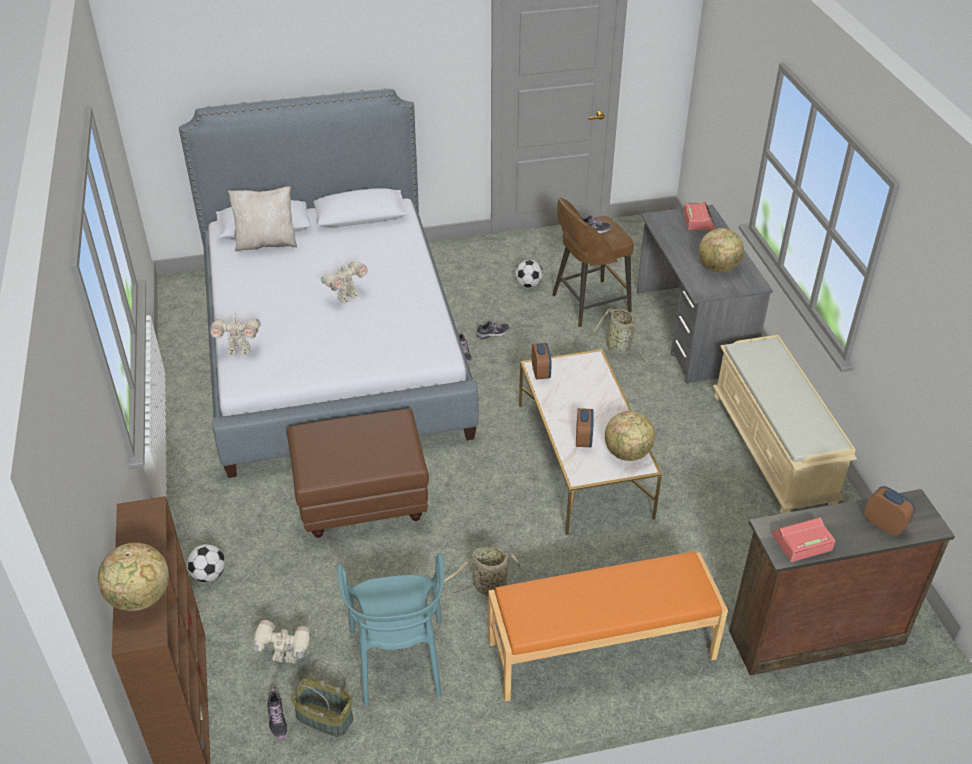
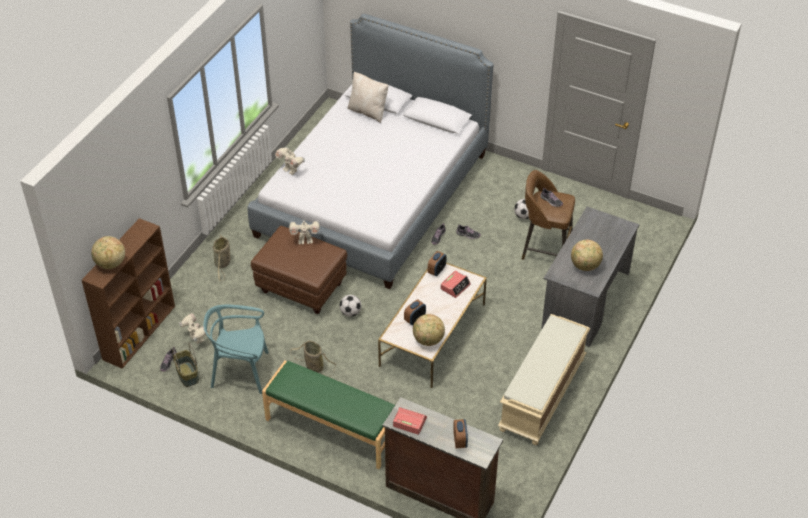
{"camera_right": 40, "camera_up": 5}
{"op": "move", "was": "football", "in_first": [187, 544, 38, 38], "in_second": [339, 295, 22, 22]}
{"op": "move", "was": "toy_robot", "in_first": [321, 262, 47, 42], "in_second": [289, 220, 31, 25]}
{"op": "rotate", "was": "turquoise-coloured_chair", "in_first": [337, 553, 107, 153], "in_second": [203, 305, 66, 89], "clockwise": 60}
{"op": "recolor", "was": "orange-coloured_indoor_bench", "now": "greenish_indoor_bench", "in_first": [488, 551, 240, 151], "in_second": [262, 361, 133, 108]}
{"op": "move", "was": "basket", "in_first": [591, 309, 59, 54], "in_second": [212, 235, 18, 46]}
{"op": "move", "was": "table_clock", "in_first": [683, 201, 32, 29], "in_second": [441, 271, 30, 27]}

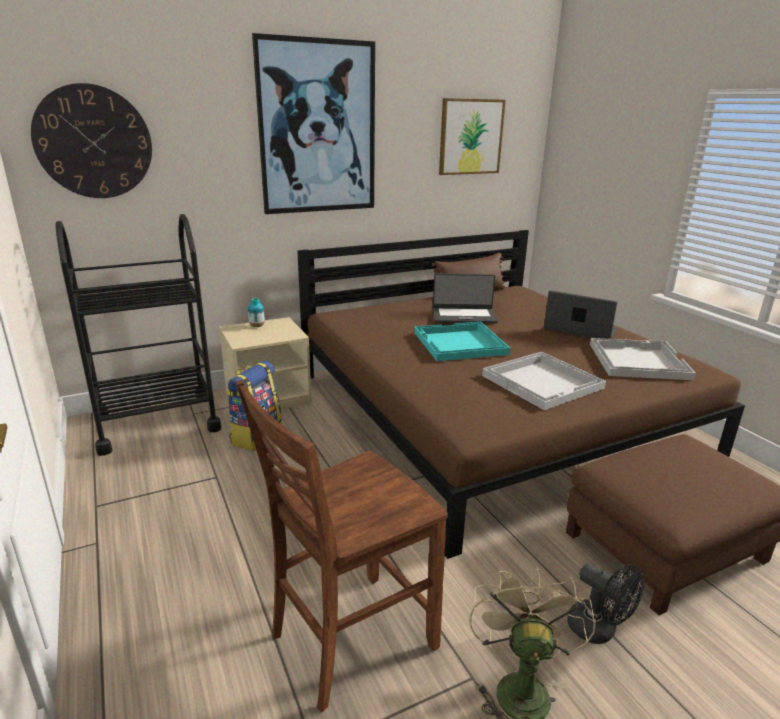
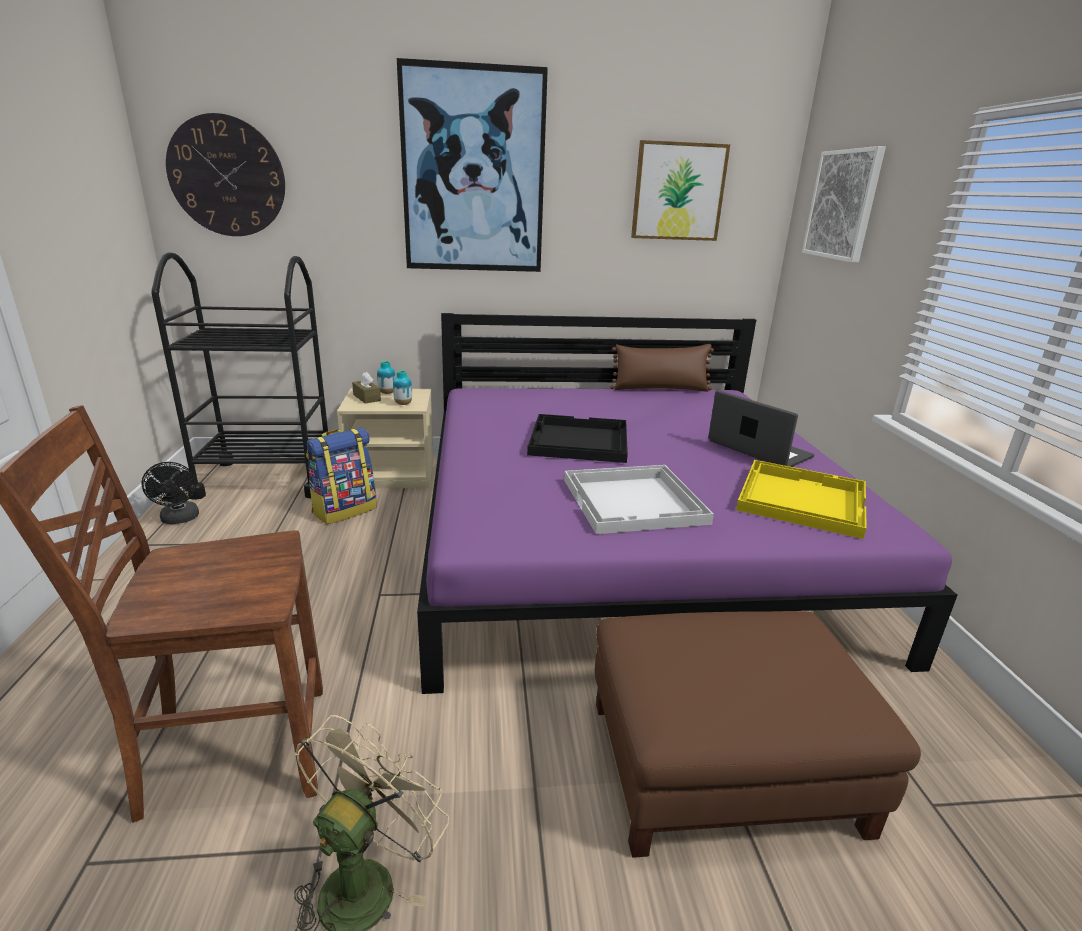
{"camera_right": 20, "camera_up": 0}
{"op": "recolor", "was": "brownish_sleeping_bed", "now": "purplish_sleeping_bed", "in_first": [297, 230, 448, 329], "in_second": [417, 313, 540, 381]}
{"op": "recolor", "was": "turquoise-coloured_tray", "now": "blackish_tray", "in_first": [414, 322, 96, 39], "in_second": [527, 414, 101, 49]}
{"op": "delete", "was": "laptop", "in_first": [433, 274, 65, 49]}
{"op": "move", "was": "blackish_fan", "in_first": [567, 563, 77, 81], "in_second": [141, 462, 58, 62]}
{"op": "recolor", "was": "white-coloured_tray", "now": "yellowish_tray", "in_first": [590, 338, 106, 42], "in_second": [736, 460, 131, 79]}
{"op": "insert", "now": "brownish_tissue_holder", "in_second": [352, 372, 29, 31]}
{"op": "insert", "now": "decorative_vase", "in_second": [393, 371, 19, 34]}
{"op": "insert", "now": "wall_art", "in_second": [802, 146, 84, 117]}

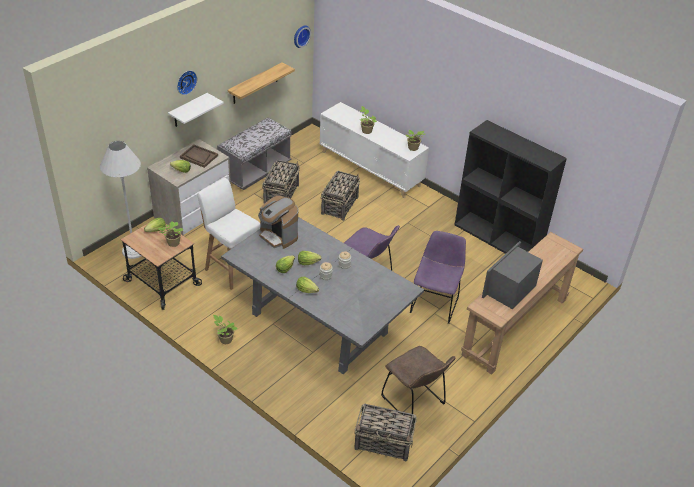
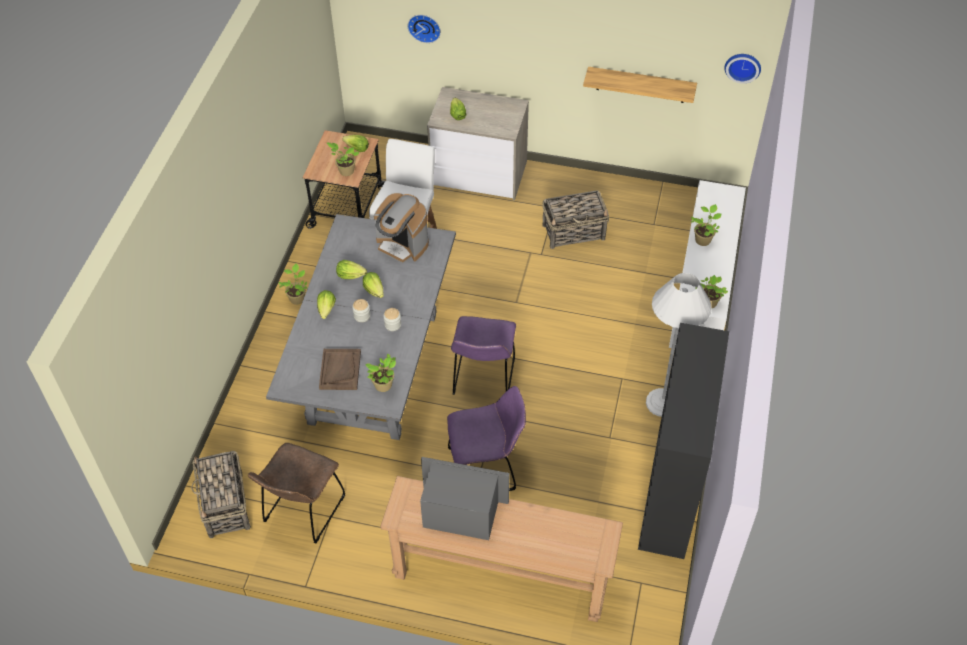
{"camera_right": 65, "camera_up": 10}
{"op": "move", "was": "white-coloured_floor_lamp", "in_first": [100, 141, 41, 118], "in_second": [646, 273, 66, 144]}
{"op": "delete", "was": "white-coloured_bracket_shelf", "in_first": [168, 93, 56, 34]}
{"op": "move", "was": "clock_on_the_wall", "in_first": [177, 70, 20, 25], "in_second": [408, 15, 33, 28]}
{"op": "move", "was": "brownish_tray", "in_first": [180, 144, 38, 24], "in_second": [319, 349, 42, 41]}
{"op": "delete", "was": "grey_indoor_bench", "in_first": [217, 118, 75, 72]}
{"op": "rotate", "was": "coffee_machine", "in_first": [258, 196, 40, 53], "in_second": [374, 193, 55, 70], "clockwise": -75}
{"op": "delete", "was": "basket", "in_first": [321, 171, 39, 50]}
{"op": "insert", "now": "houseplant", "in_second": [365, 354, 31, 38]}

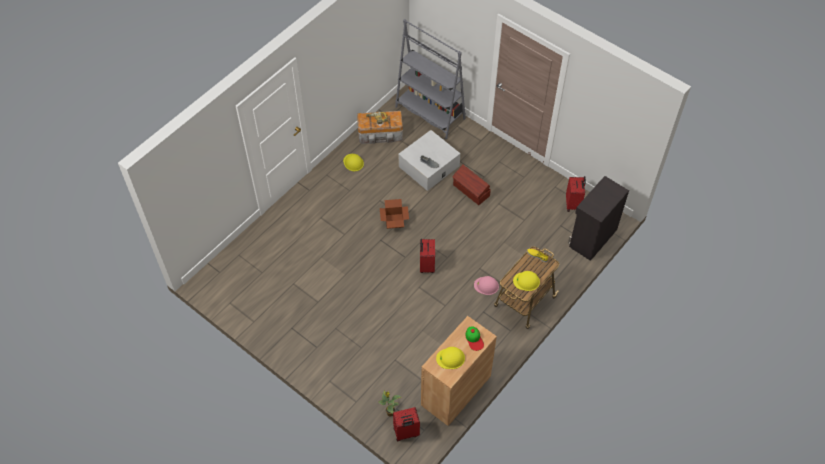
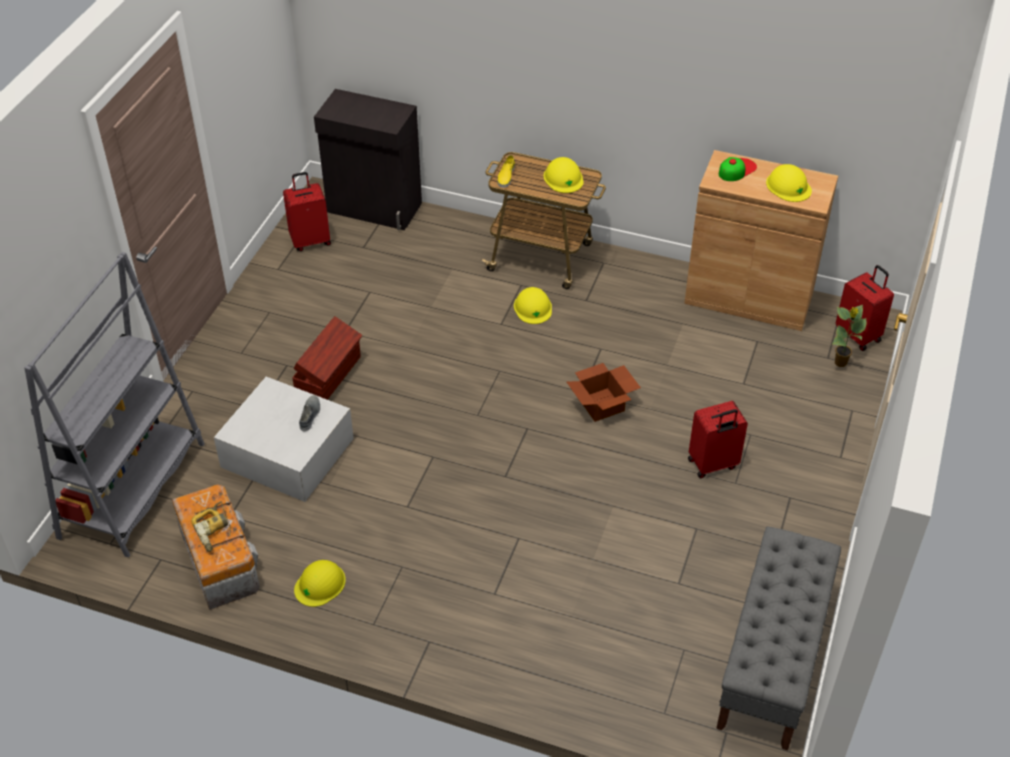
{"camera_right": -110, "camera_up": -10}
{"op": "move", "was": "cardboard_box", "in_first": [380, 199, 29, 30], "in_second": [567, 363, 74, 59]}
{"op": "move", "was": "red-coloured_travel_case", "in_first": [420, 239, 15, 34], "in_second": [688, 401, 60, 77]}
{"op": "recolor", "was": "pink_hard_hat", "now": "yellowish_hard_hat", "in_first": [474, 276, 25, 19], "in_second": [514, 287, 38, 37]}
{"op": "insert", "now": "grey_indoor_bench", "in_second": [716, 527, 125, 224]}

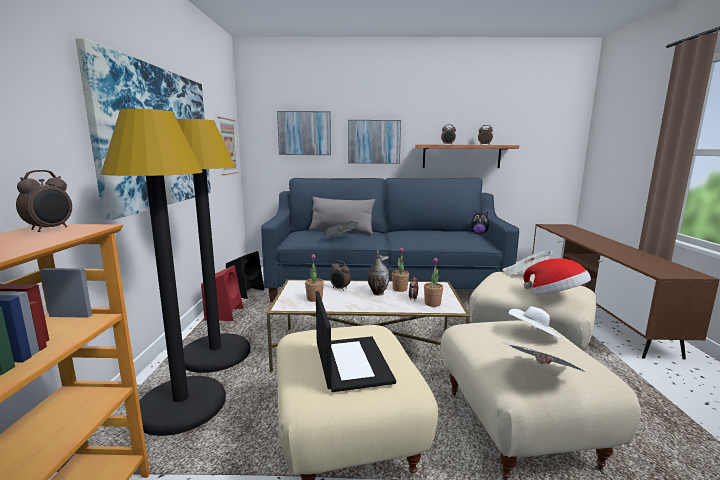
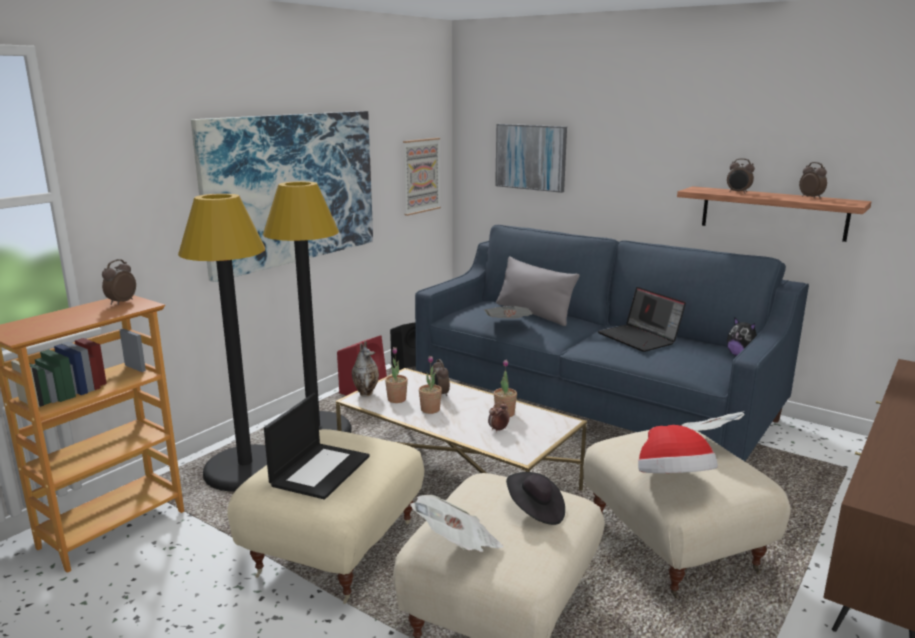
{"camera_right": 35, "camera_up": 5}
{"op": "rotate", "was": "table_clock", "in_first": [16, 170, 56, 62], "in_second": [102, 259, 34, 46], "clockwise": 150}
{"op": "delete", "was": "wall_art", "in_first": [348, 120, 53, 44]}
{"op": "move", "was": "decorative_vase", "in_first": [368, 250, 21, 46], "in_second": [352, 341, 27, 56]}
{"op": "move", "was": "houseplant", "in_first": [424, 258, 19, 49], "in_second": [419, 356, 23, 58]}
{"op": "recolor", "was": "white-coloured_clothing_hat", "now": "blackish_clothing_hat", "in_first": [509, 306, 53, 33], "in_second": [506, 472, 59, 53]}
{"op": "insert", "now": "laptop", "in_second": [598, 287, 88, 65]}

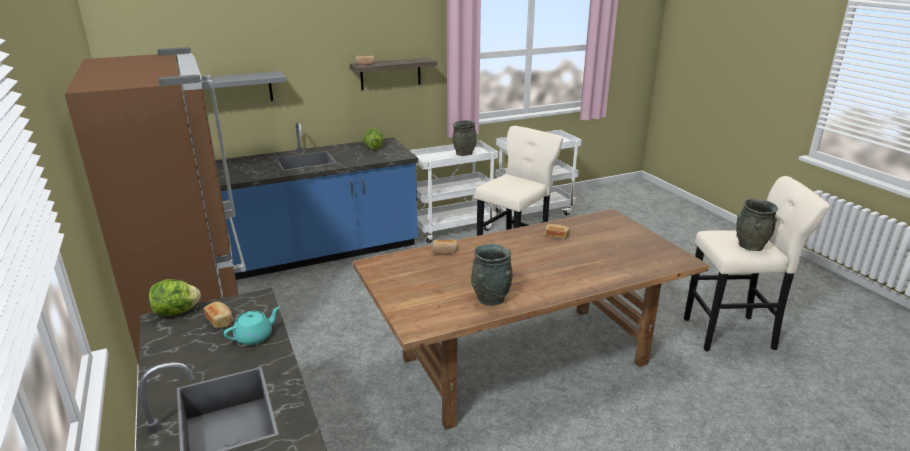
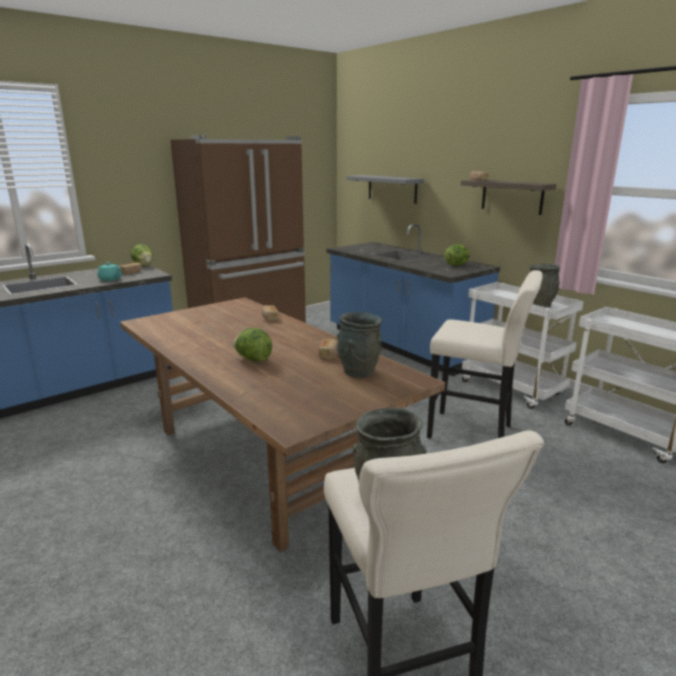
{"camera_right": 75, "camera_up": -5}
{"op": "move", "was": "grey_decorative_vase", "in_first": [471, 244, 41, 62], "in_second": [337, 312, 45, 66]}
{"op": "insert", "now": "lettuce_head", "in_second": [233, 328, 39, 34]}

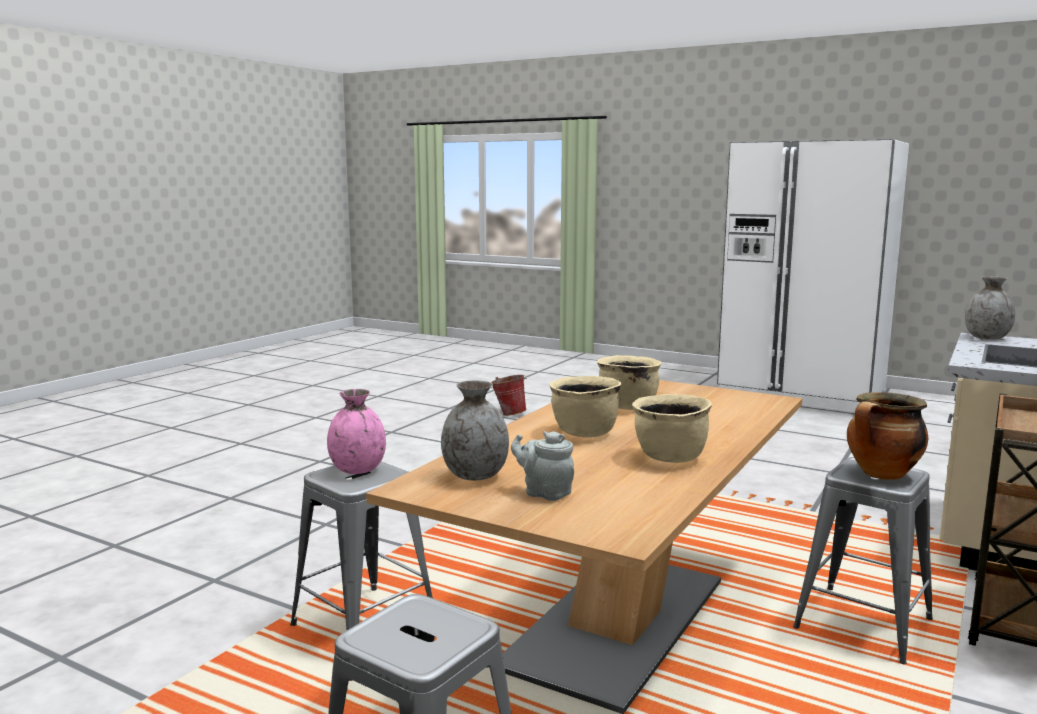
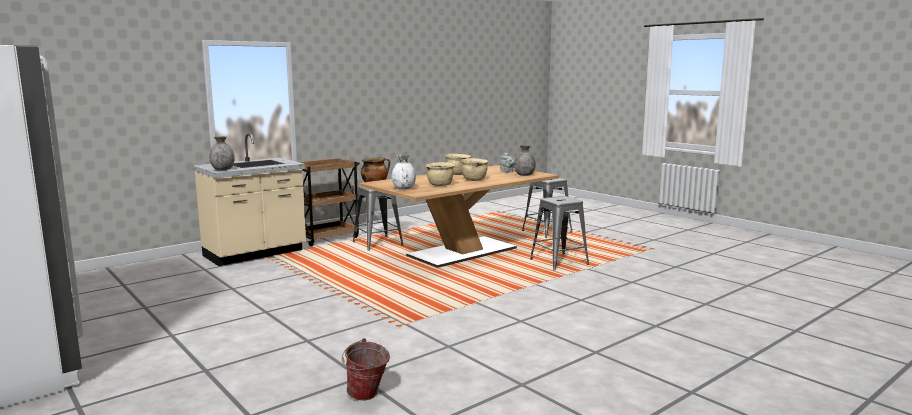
{"camera_right": -160, "camera_up": 0}
{"op": "delete", "was": "pink_decorative_vase", "in_first": [327, 389, 59, 85]}
{"op": "insert", "now": "white-coloured_decorative_vase", "in_second": [392, 155, 24, 35]}

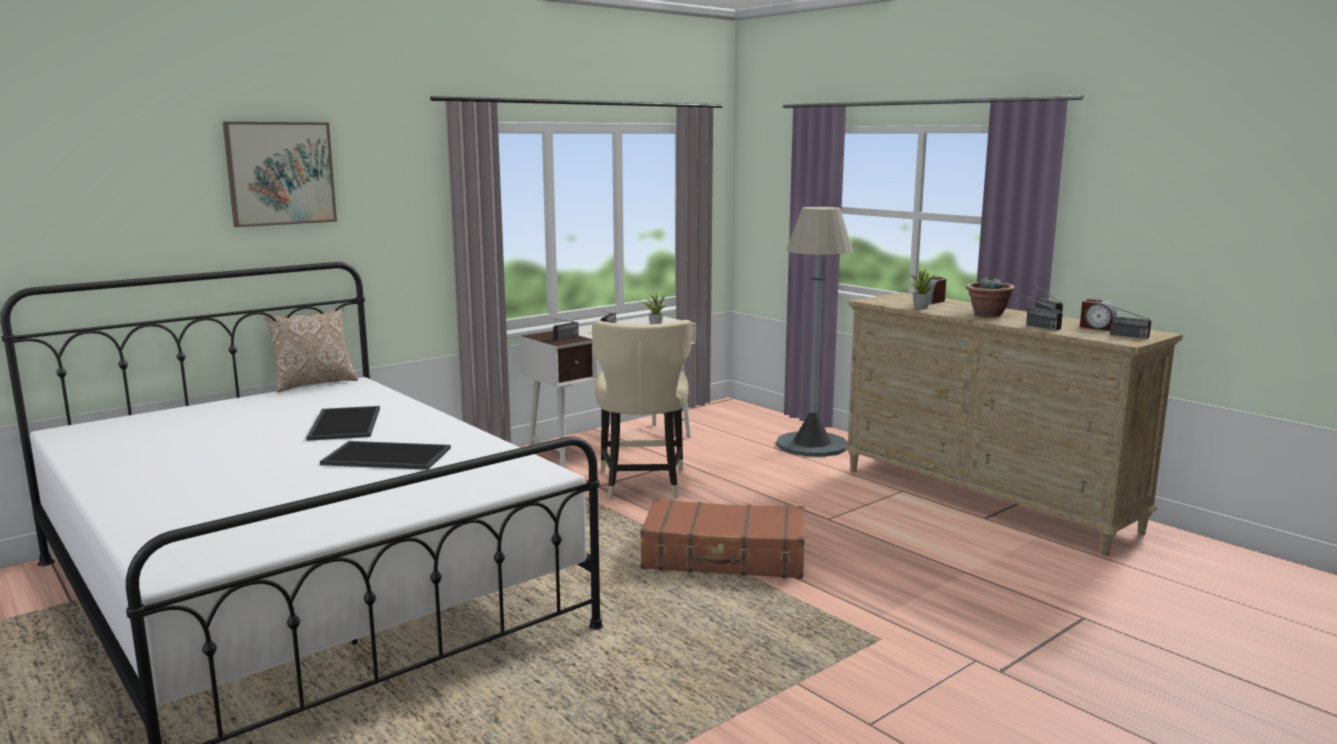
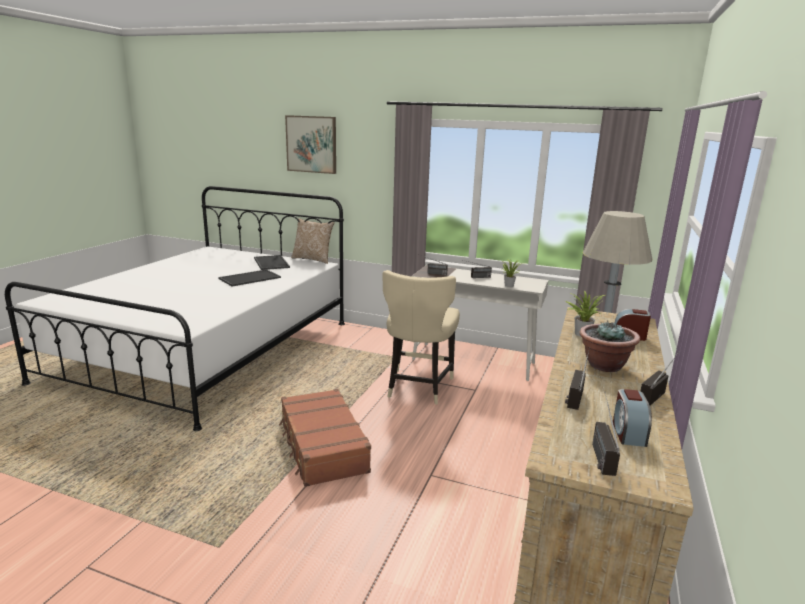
{"camera_right": 60, "camera_up": 5}
{"op": "move", "was": "tray", "in_first": [320, 441, 131, 29], "in_second": [254, 255, 36, 15]}
{"op": "rotate", "was": "sand-coloured_chair", "in_first": [592, 320, 100, 180], "in_second": [383, 270, 77, 135], "clockwise": -45}

